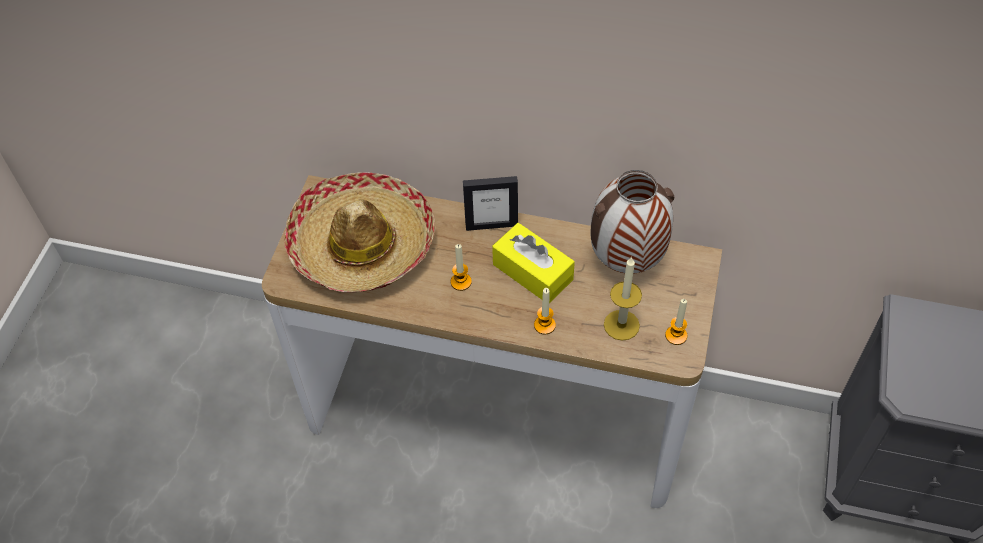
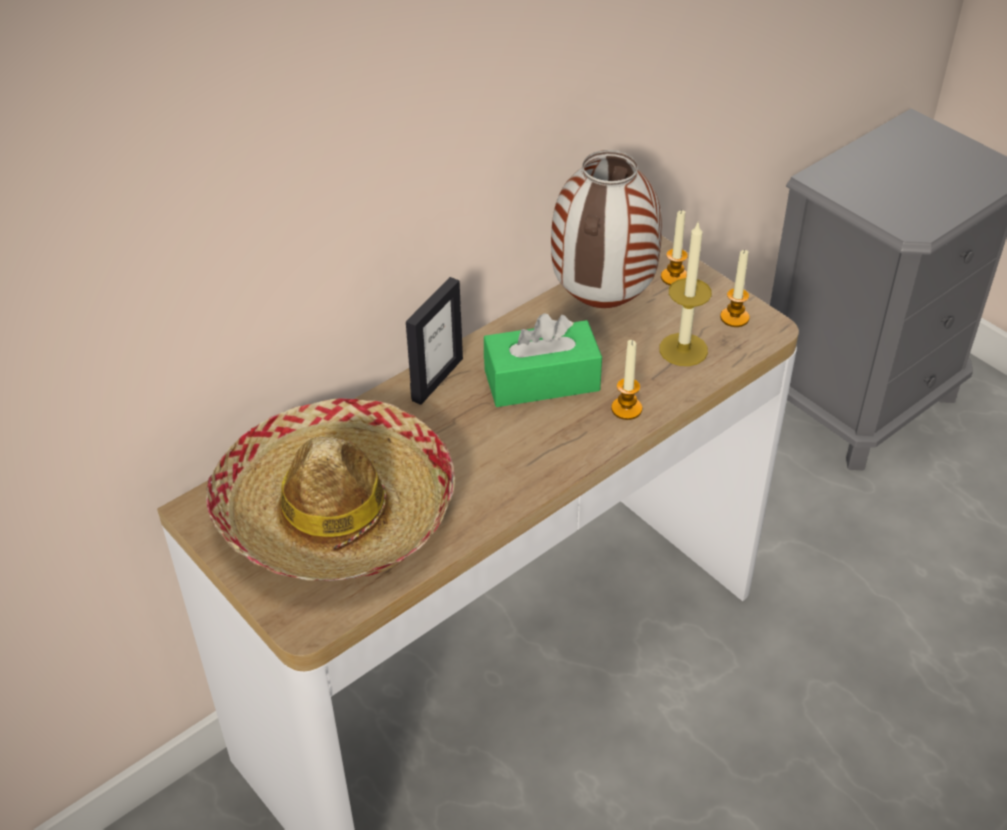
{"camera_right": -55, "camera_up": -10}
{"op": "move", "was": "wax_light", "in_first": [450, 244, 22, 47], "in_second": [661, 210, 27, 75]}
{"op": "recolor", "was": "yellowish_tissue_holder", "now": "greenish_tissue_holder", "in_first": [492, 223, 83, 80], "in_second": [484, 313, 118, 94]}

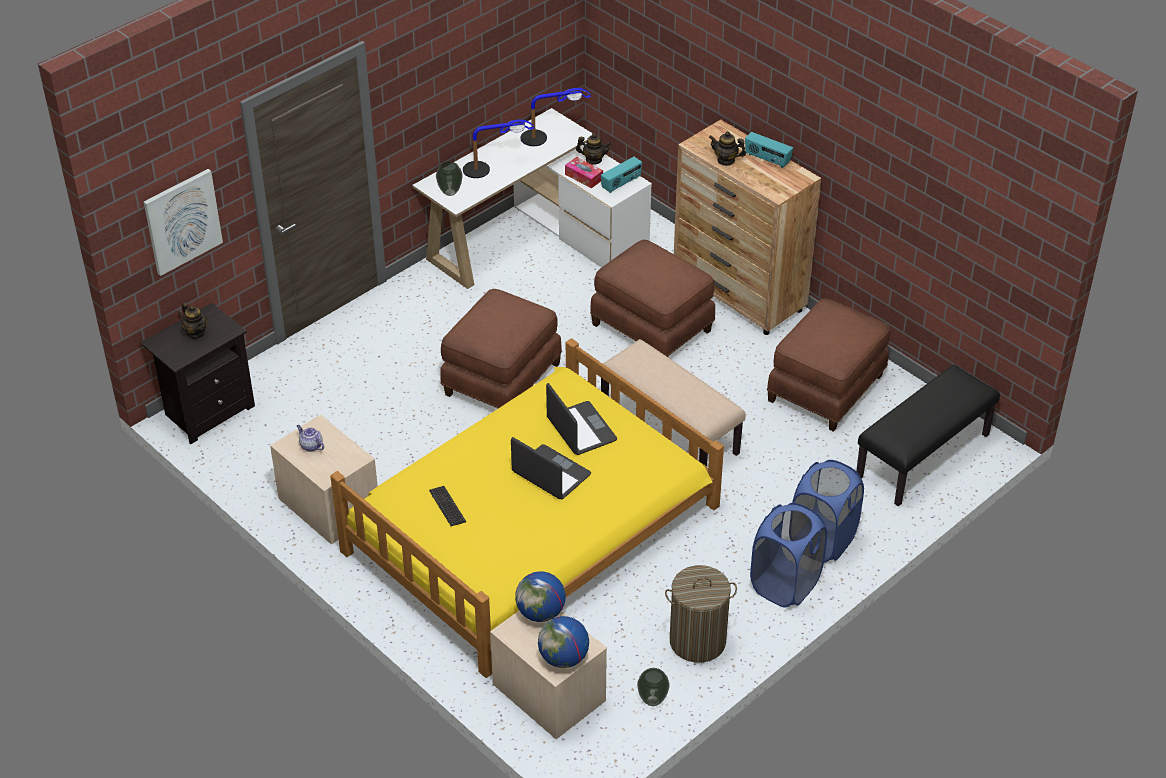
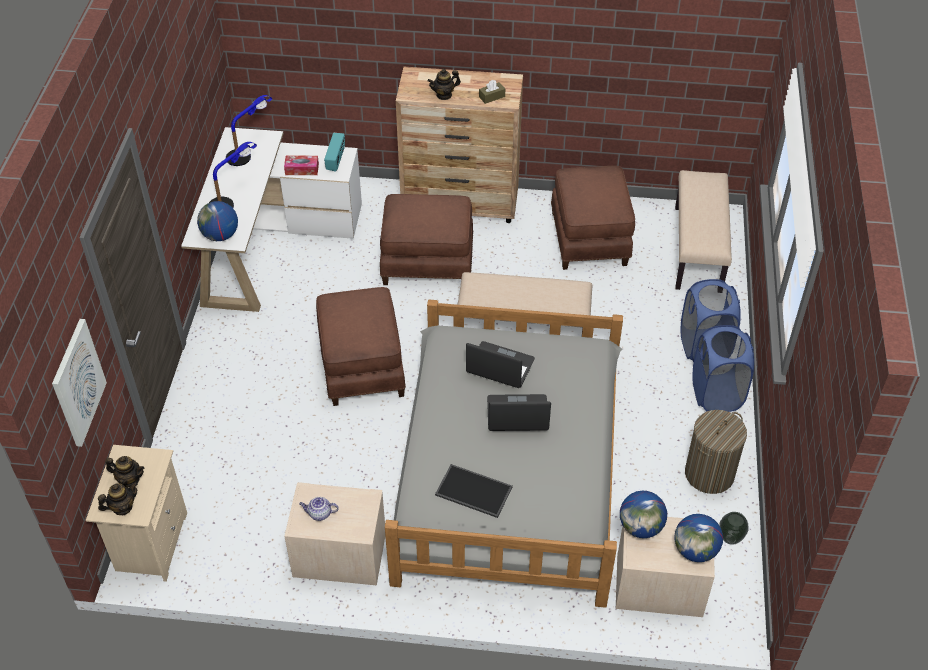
{"camera_right": -40, "camera_up": 5}
{"op": "recolor", "was": "blackish_bedside_table", "now": "sand-coloured_bedside_table", "in_first": [140, 303, 115, 141], "in_second": [86, 445, 101, 137]}
{"op": "recolor", "was": "yellowish_sleeping_bed", "now": "grey_sleeping_bed", "in_first": [330, 338, 394, 340], "in_second": [385, 299, 238, 309]}
{"op": "replace", "was": "PC_keyboard", "now": "tray", "in_first": [429, 486, 37, 40], "in_second": [435, 464, 78, 54]}
{"op": "replace", "was": "decorative_vase", "now": "world_globe", "in_first": [436, 161, 27, 35], "in_second": [197, 201, 41, 40]}
{"op": "move", "was": "teapot", "in_first": [576, 133, 35, 32], "in_second": [98, 482, 40, 33]}
{"op": "delete", "was": "radio", "in_first": [745, 132, 48, 36]}
{"op": "recolor", "was": "blackish_indoor_bench", "now": "sand-coloured_indoor_bench", "in_first": [856, 364, 144, 142], "in_second": [675, 170, 57, 120]}
{"op": "insert", "now": "brownish_tissue_holder", "in_second": [479, 80, 26, 24]}

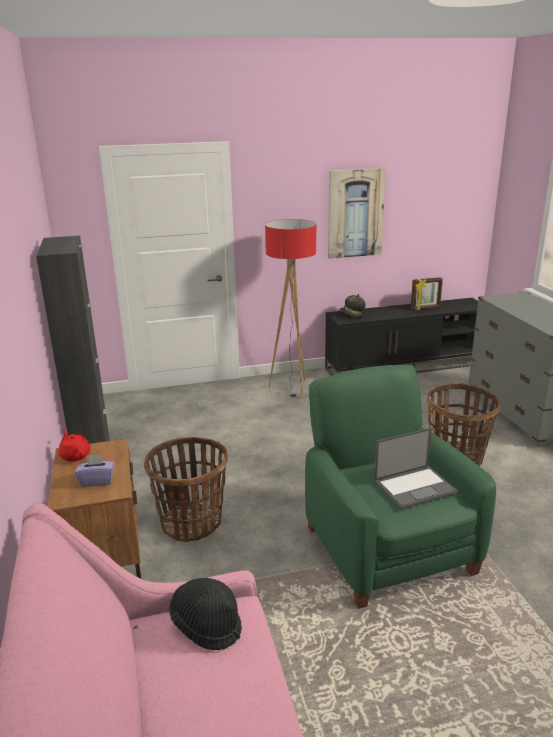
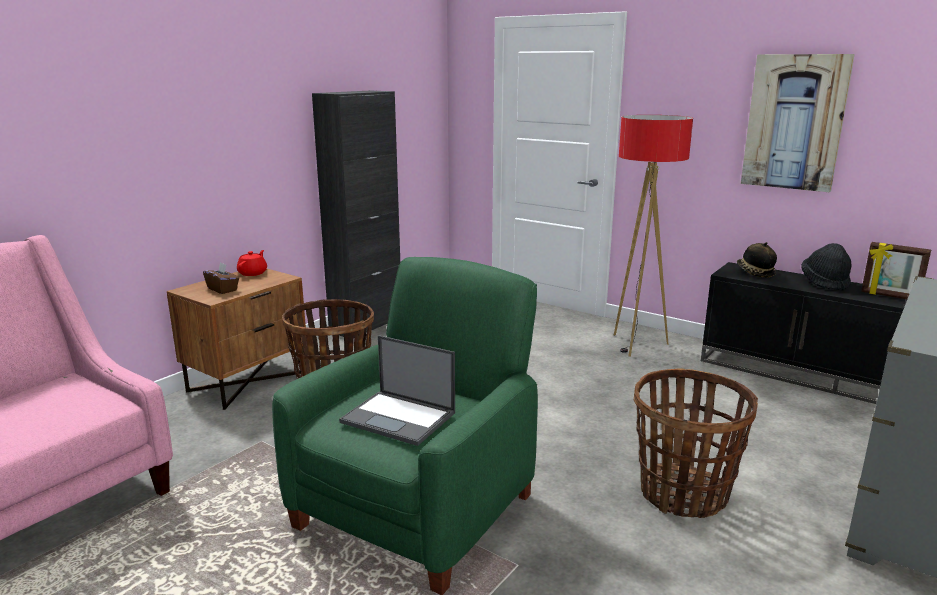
{"camera_right": 50, "camera_up": -5}
{"op": "recolor", "was": "purplish_tissue_holder", "now": "brownish_tissue_holder", "in_first": [74, 455, 41, 32], "in_second": [203, 262, 36, 32]}
{"op": "move", "was": "blackish_clothing_hat", "in_first": [169, 578, 73, 72], "in_second": [801, 243, 50, 48]}

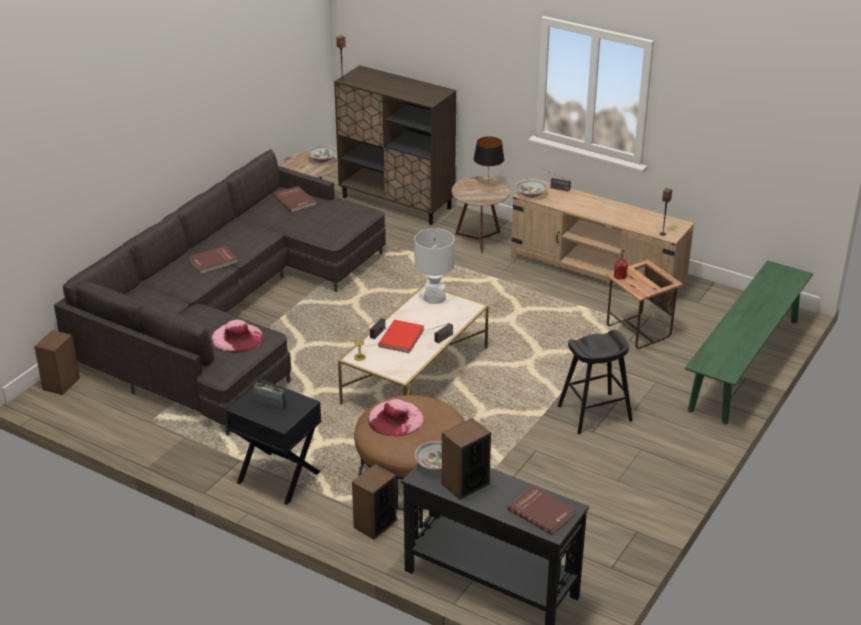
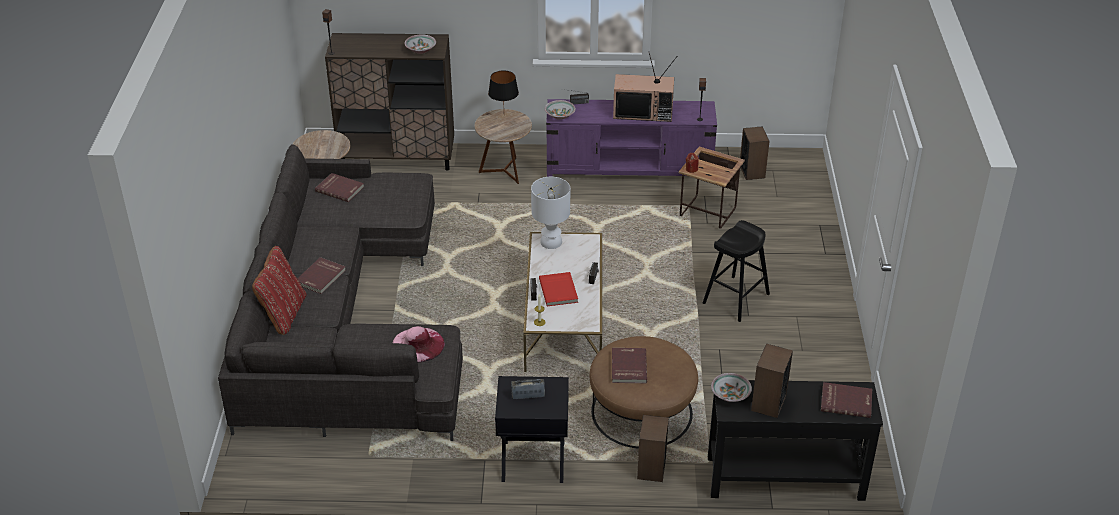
{"camera_right": -30, "camera_up": 5}
{"op": "move", "was": "loudspeaker", "in_first": [34, 330, 46, 65], "in_second": [740, 126, 29, 54]}
{"op": "move", "was": "serving_bowl", "in_first": [307, 145, 30, 18], "in_second": [405, 34, 31, 20]}
{"op": "replace", "was": "pink_clothing_hat", "now": "red-coloured_volume", "in_first": [368, 399, 55, 38], "in_second": [612, 348, 35, 35]}
{"op": "recolor", "was": "sand-coloured_tv_stand", "now": "purplish_tv_stand", "in_first": [511, 178, 183, 109], "in_second": [546, 99, 171, 84]}
{"op": "delete", "was": "greenish_indoor_bench", "in_first": [685, 260, 128, 165]}
{"op": "insert", "now": "red-coloured_pillow", "in_second": [252, 246, 54, 89]}
{"op": "insert", "now": "television", "in_second": [613, 51, 65, 71]}

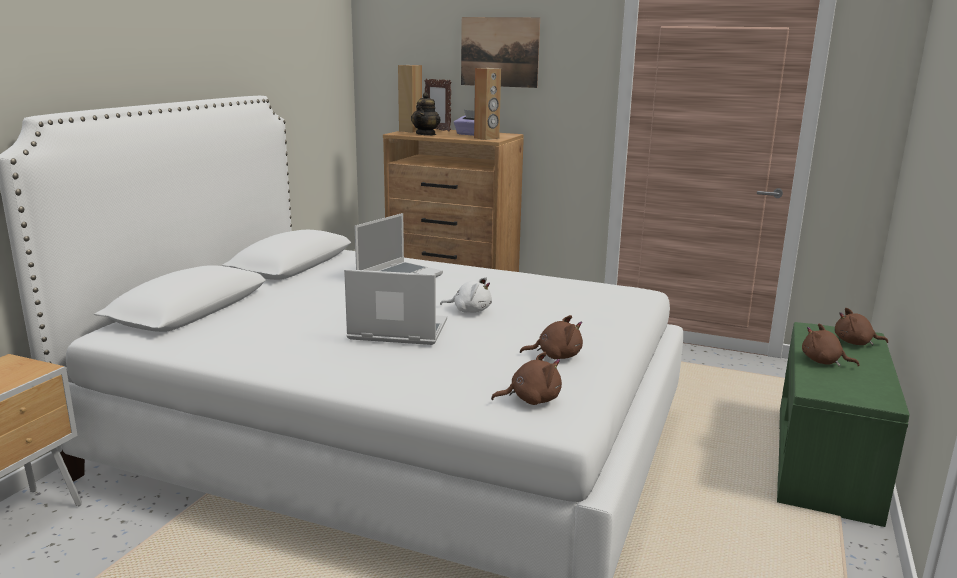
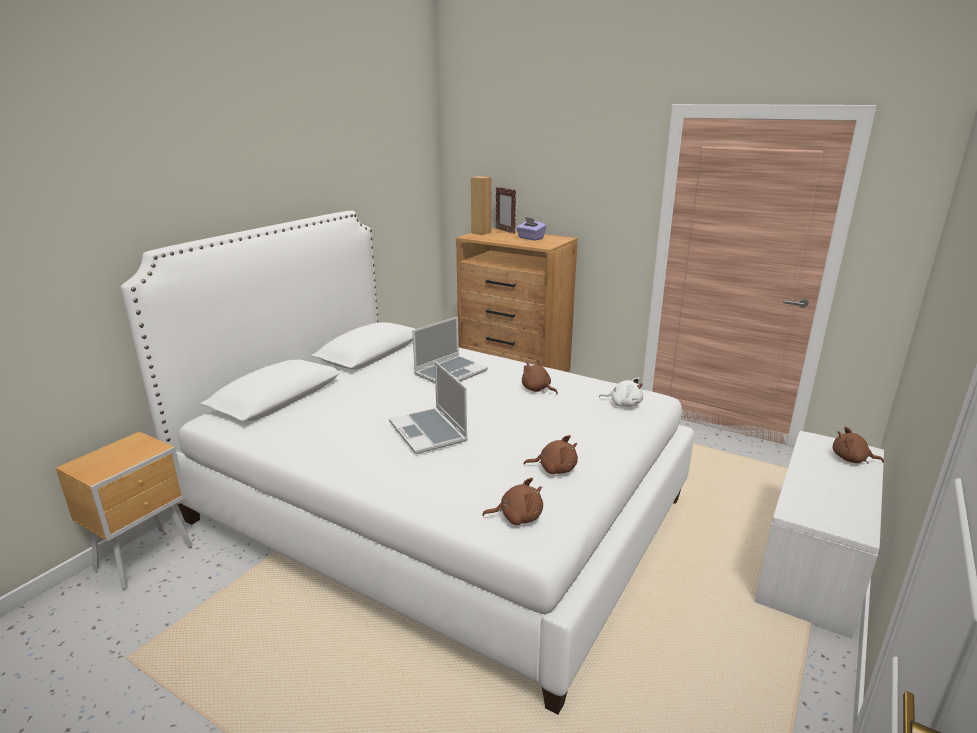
{"camera_right": 10, "camera_up": 5}
{"op": "rotate", "was": "laptop", "in_first": [344, 269, 103, 76], "in_second": [389, 361, 79, 93], "clockwise": -135}
{"op": "delete", "was": "teapot", "in_first": [411, 92, 30, 44]}
{"op": "move", "was": "white-coloured_soft_toy", "in_first": [440, 277, 52, 36], "in_second": [599, 378, 44, 29]}
{"op": "delete", "was": "wall_art", "in_first": [461, 17, 79, 71]}
{"op": "delete", "was": "brownish_loudspeaker", "in_first": [474, 68, 27, 72]}
{"op": "recolor", "was": "greenish_indoor_bench", "now": "white-coloured_indoor_bench", "in_first": [777, 322, 133, 205], "in_second": [754, 431, 130, 208]}
{"op": "move", "was": "brownish_soft_toy", "in_first": [802, 324, 58, 42], "in_second": [522, 360, 36, 34]}

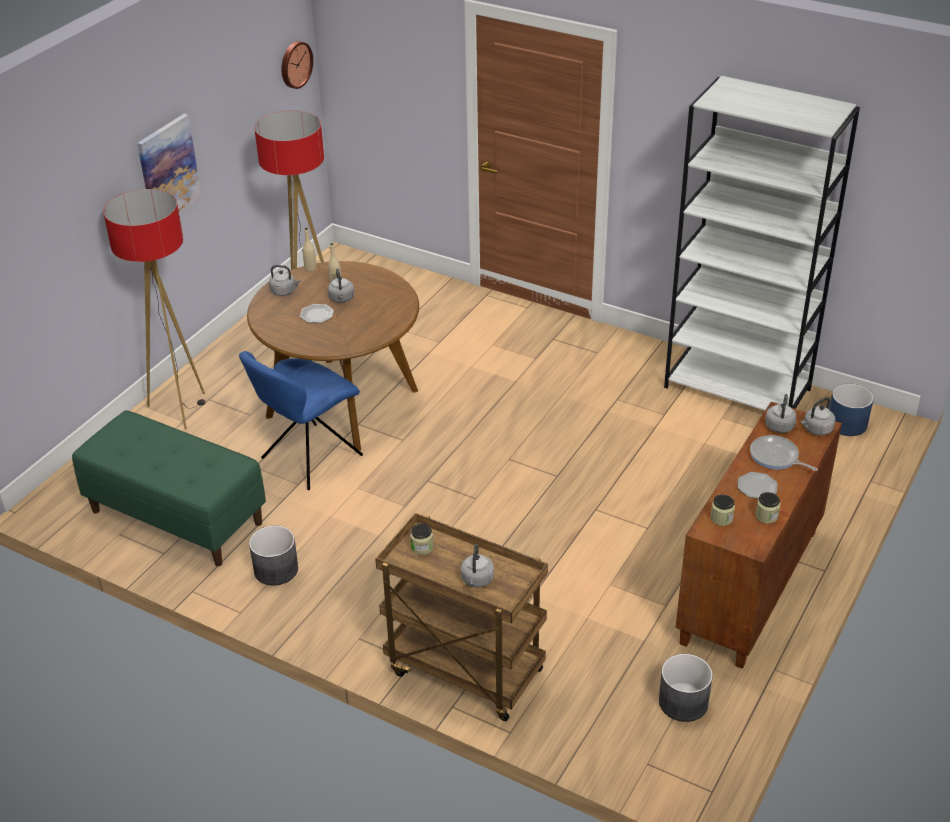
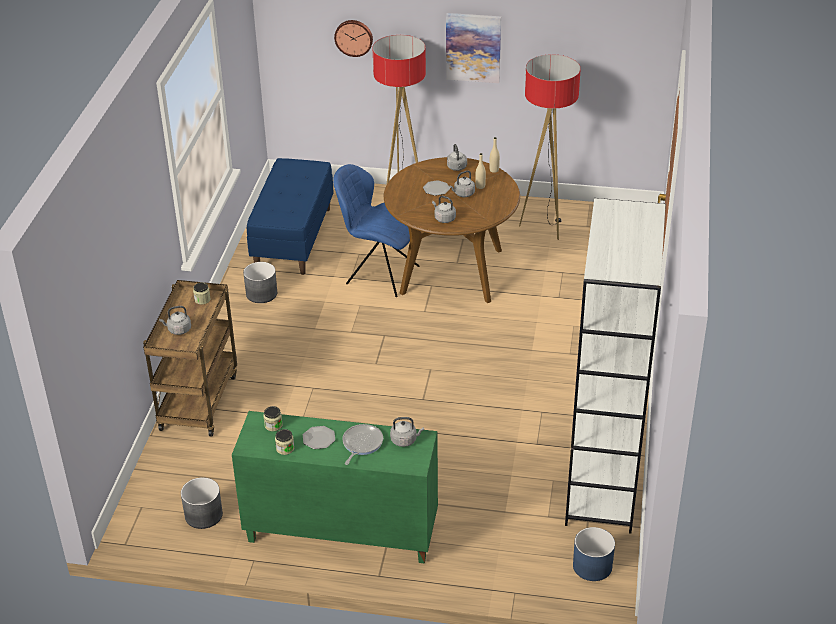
{"camera_right": 70, "camera_up": 0}
{"op": "recolor", "was": "greenish_indoor_bench", "now": "bluish_indoor_bench", "in_first": [72, 410, 194, 156], "in_second": [247, 158, 86, 117]}
{"op": "move", "was": "clock_on_the_wall", "in_first": [282, 41, 31, 48], "in_second": [334, 20, 39, 37]}
{"op": "recolor", "was": "brownish_storage_cabinet", "now": "greenish_storage_cabinet", "in_first": [676, 402, 166, 267], "in_second": [232, 411, 206, 153]}
{"op": "move", "was": "grey_tea_kettle", "in_first": [801, 397, 34, 39], "in_second": [432, 196, 24, 27]}

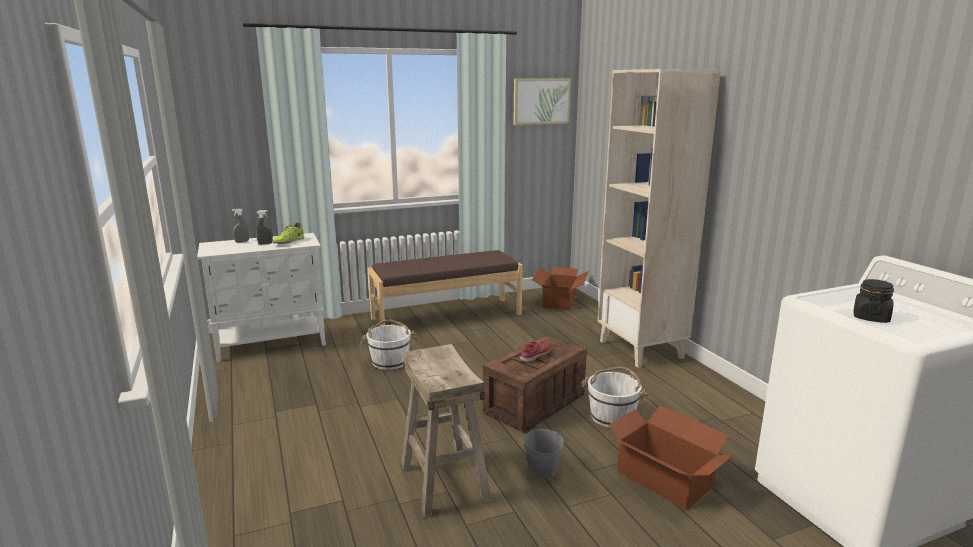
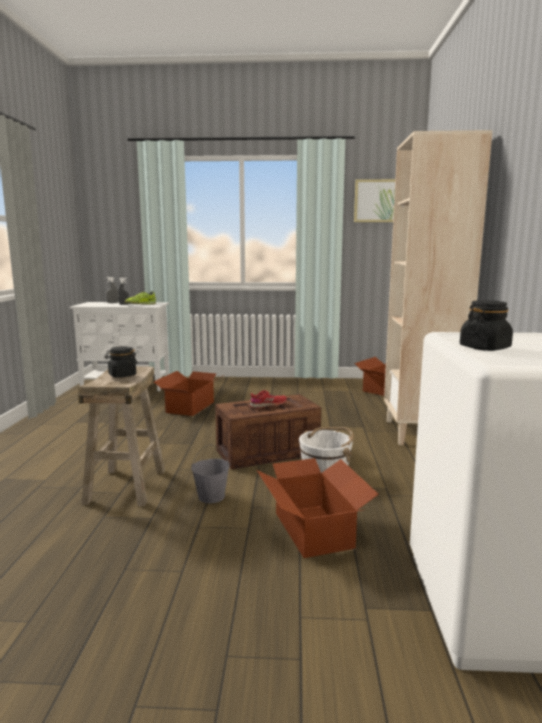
{"camera_right": 25, "camera_up": -5}
{"op": "replace", "was": "white-coloured_pail", "now": "cardboard_box", "in_first": [360, 320, 58, 50], "in_second": [154, 371, 70, 45]}
{"op": "delete", "was": "brownish_indoor_bench", "in_first": [368, 250, 155, 76]}
{"op": "insert", "now": "blackish_jar", "in_second": [104, 346, 34, 31]}

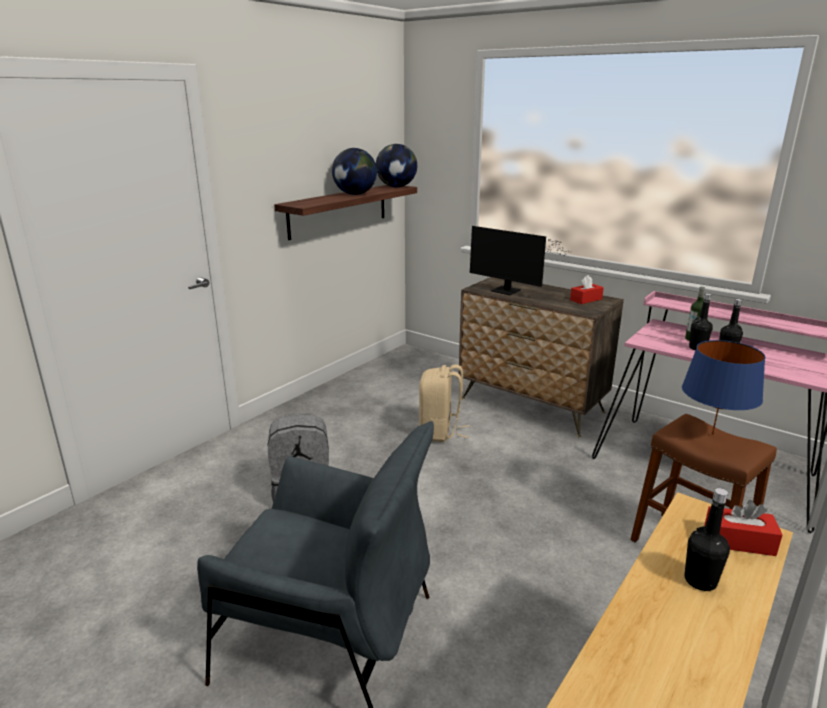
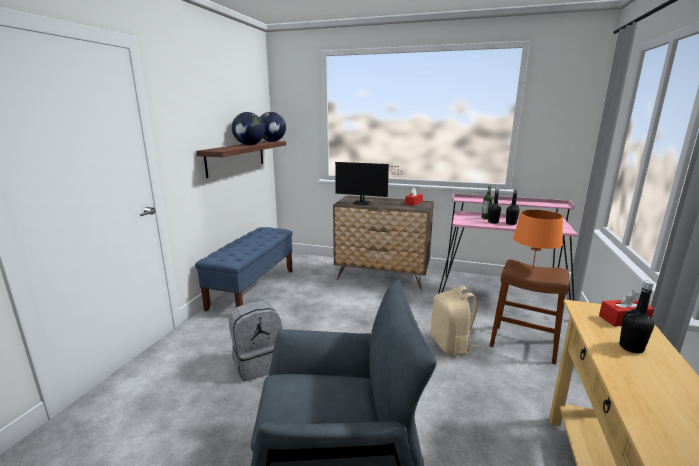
{"camera_right": -20, "camera_up": -5}
{"op": "move", "was": "sand-coloured_knapsack", "in_first": [419, 364, 51, 78], "in_second": [431, 286, 48, 70]}
{"op": "recolor", "was": "bluish_table_lamp", "now": "orange-coloured_table_lamp", "in_first": [682, 340, 84, 96], "in_second": [513, 210, 50, 59]}
{"op": "insert", "now": "bluish_indoor_bench", "in_second": [195, 227, 98, 84]}

